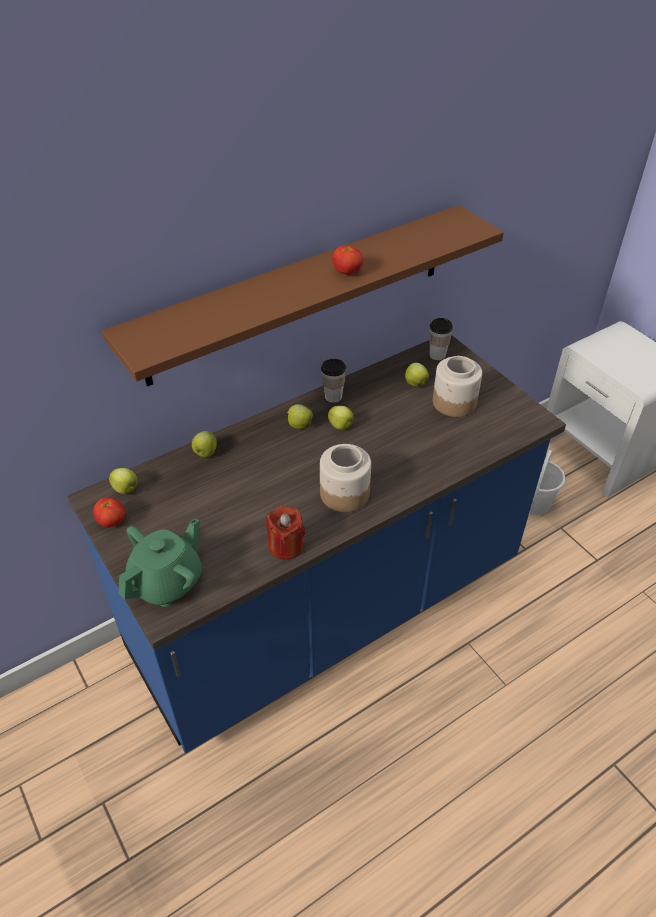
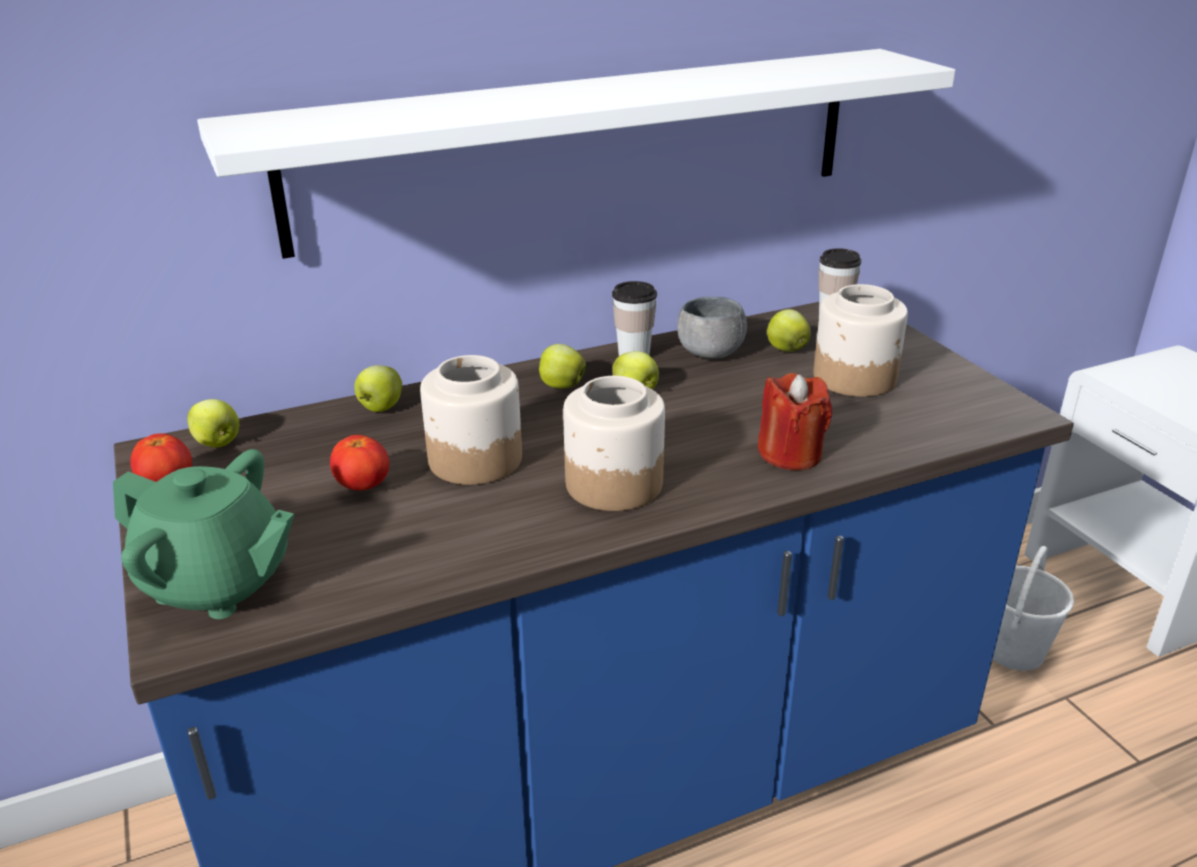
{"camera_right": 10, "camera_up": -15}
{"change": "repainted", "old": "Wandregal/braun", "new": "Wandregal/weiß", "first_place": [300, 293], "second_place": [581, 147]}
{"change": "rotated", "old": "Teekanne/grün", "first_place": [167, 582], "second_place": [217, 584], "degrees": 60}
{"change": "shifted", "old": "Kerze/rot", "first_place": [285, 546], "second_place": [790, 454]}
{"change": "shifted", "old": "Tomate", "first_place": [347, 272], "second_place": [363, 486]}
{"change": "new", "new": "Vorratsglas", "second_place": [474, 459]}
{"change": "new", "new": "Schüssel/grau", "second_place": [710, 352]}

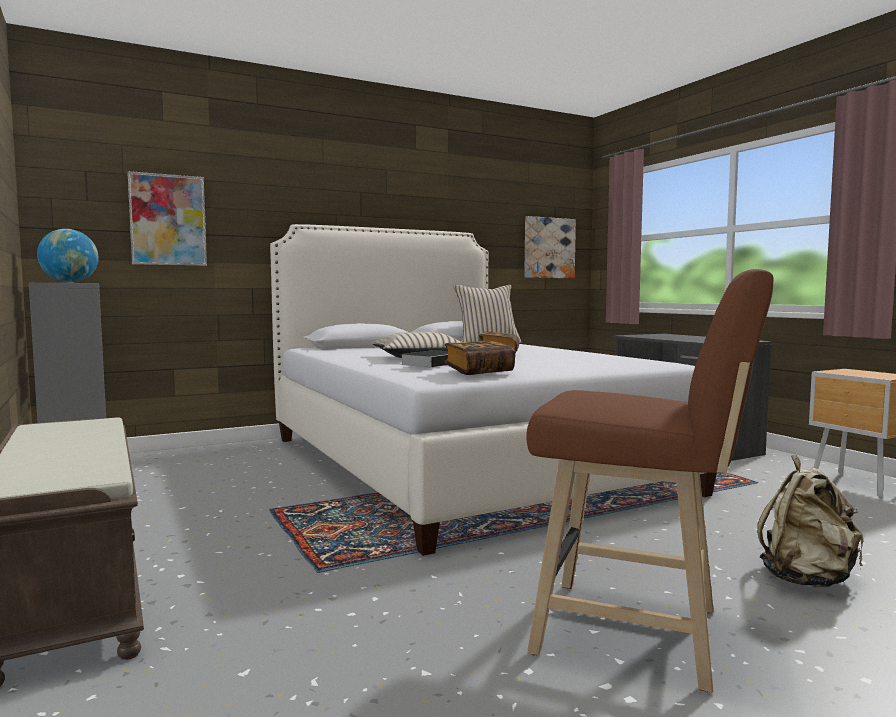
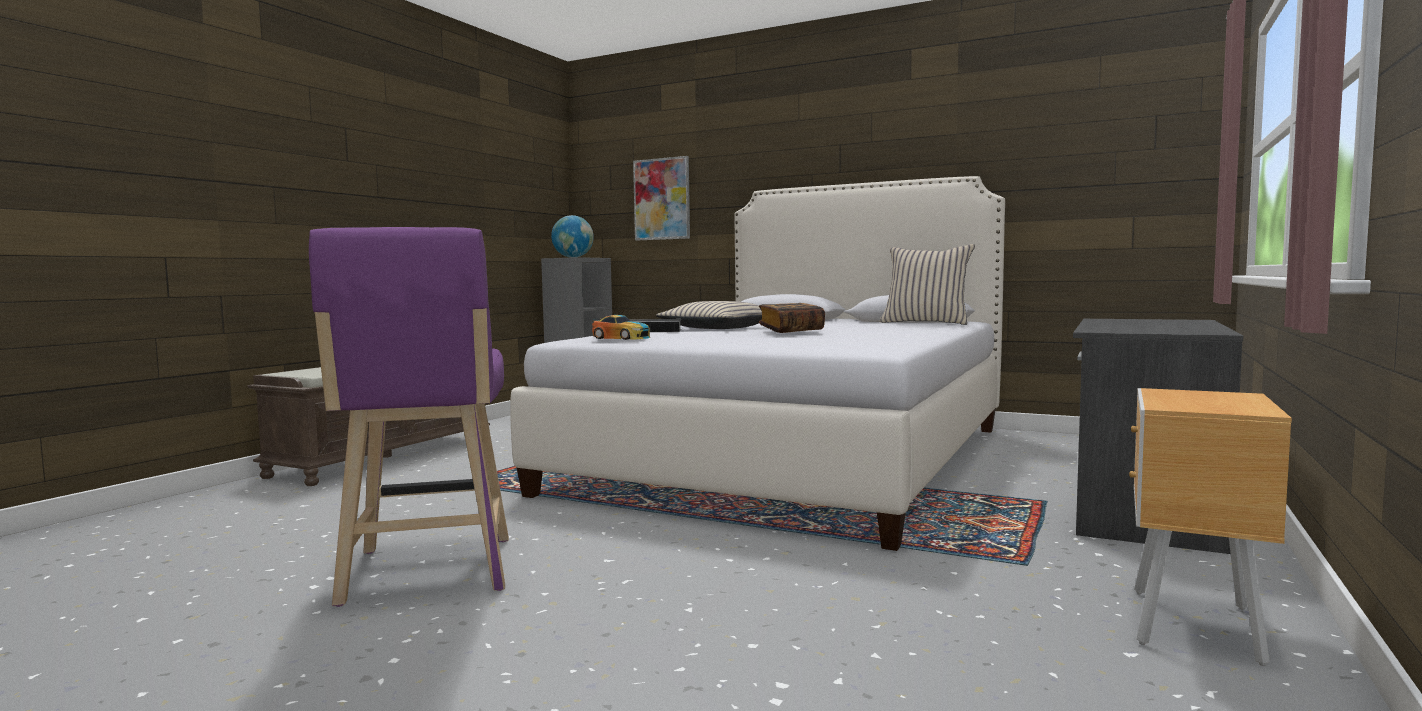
{"camera_right": 55, "camera_up": 0}
{"change": "swapped", "old": "Buch", "new": "Spielzeugauto", "first_place": [479, 372], "second_place": [621, 338]}
{"change": "gone", "old": "Bild", "first_place": [548, 248]}
{"change": "repainted", "old": "Hocker/braun", "new": "Hocker/lila", "first_place": [639, 634], "second_place": [428, 574]}
{"change": "gone", "old": "Rucksack/beige", "first_place": [807, 579]}

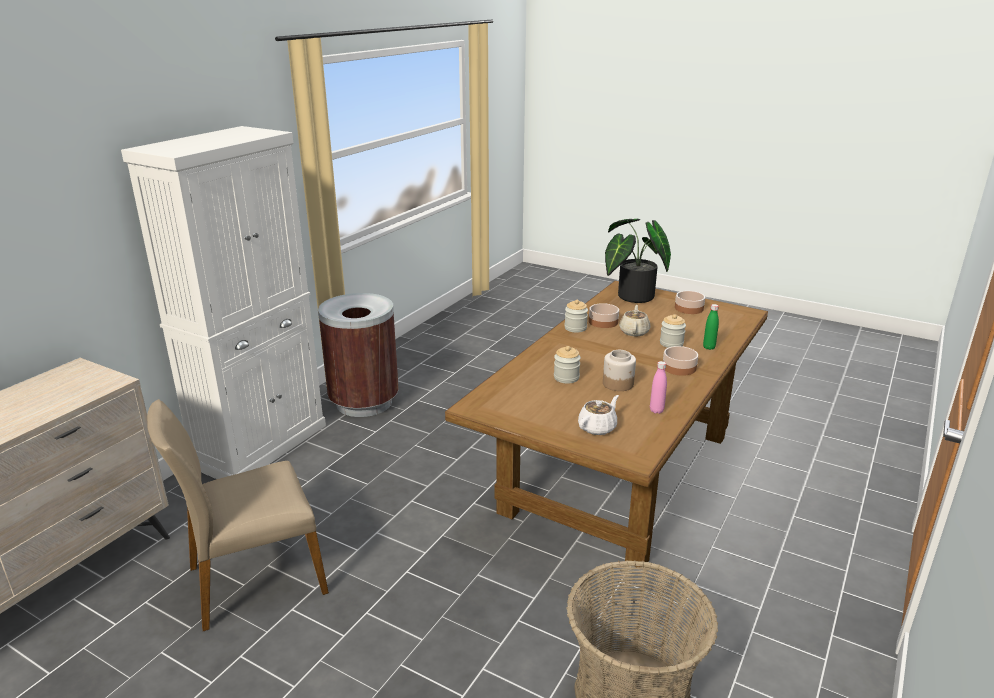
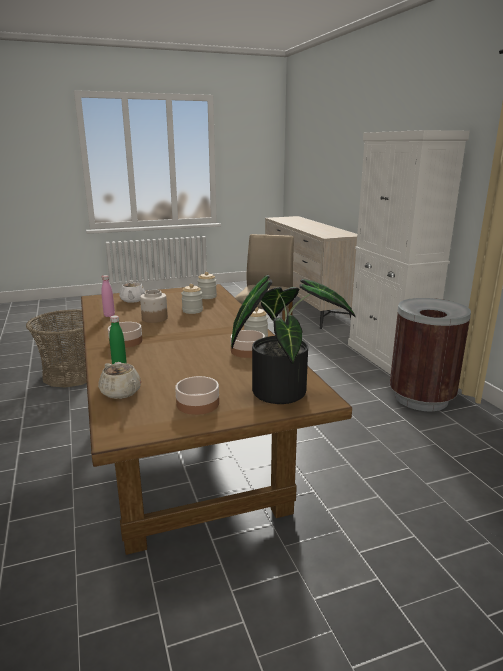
{"camera_right": 130, "camera_up": -5}
{"change": "shifted", "old": "Teekanne/beige", "first_place": [634, 331], "second_place": [121, 393]}
{"change": "shifted", "old": "Vorratsglas", "first_place": [671, 343], "second_place": [207, 296]}

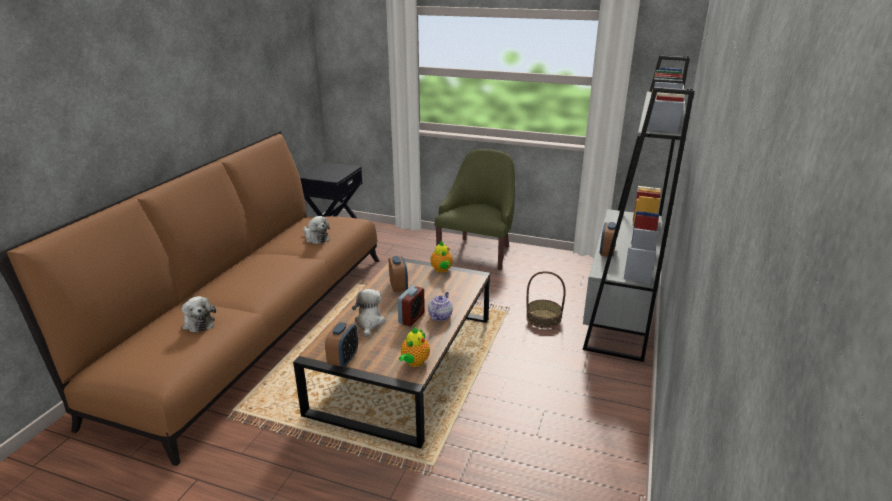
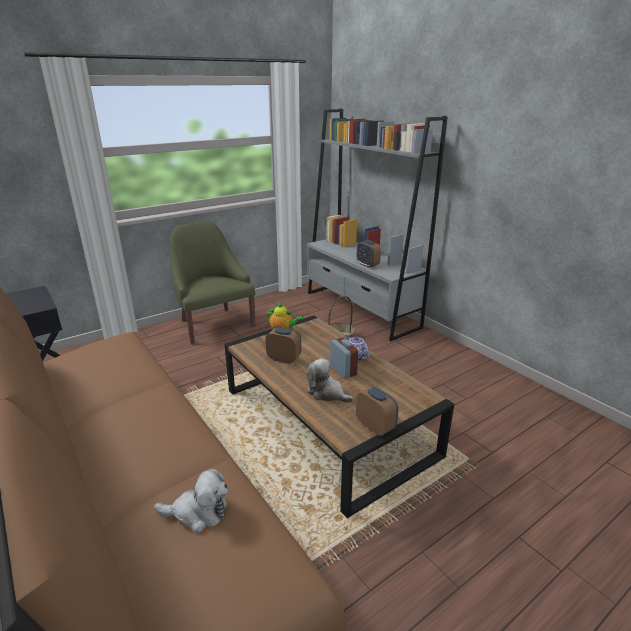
{"camera_right": -55, "camera_up": 0}
{"change": "gone", "old": "Plüschtier", "first_place": [316, 238]}
{"change": "gone", "old": "Teekanne", "first_place": [414, 362]}

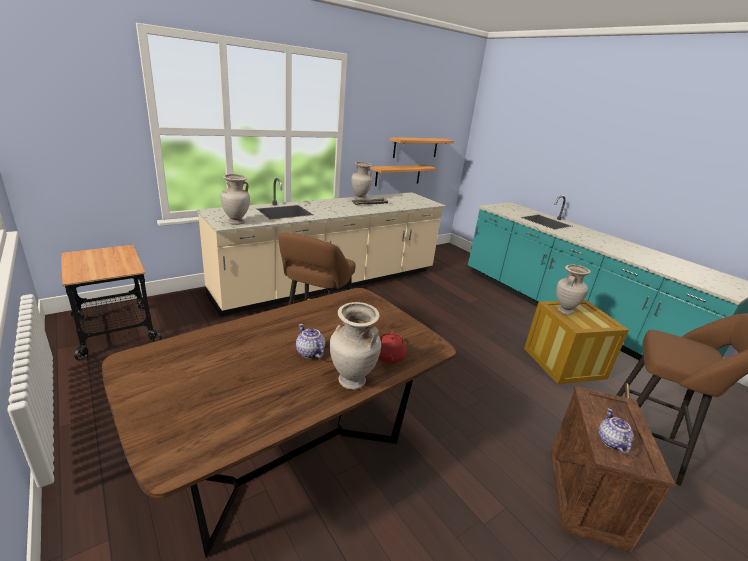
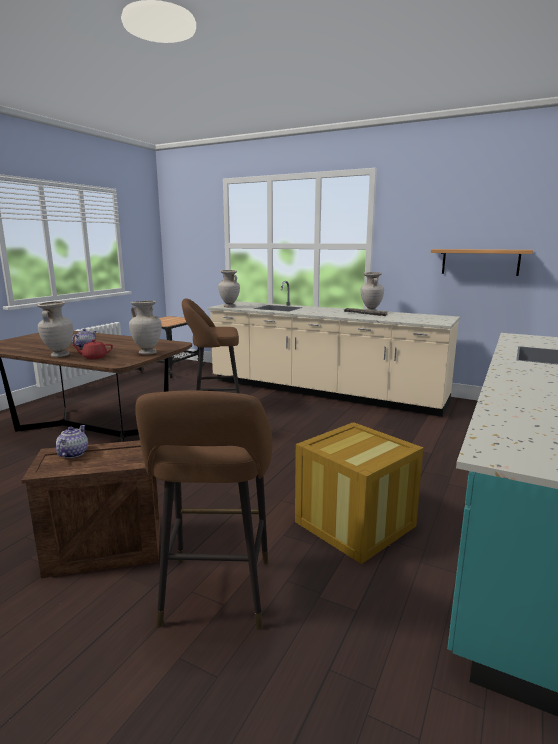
{"camera_right": 65, "camera_up": -10}
{"change": "gone", "old": "Wandregal", "first_place": [398, 175]}
{"change": "shifted", "old": "Vase/beige", "first_place": [564, 311], "second_place": [147, 353]}
{"change": "rotated", "old": "Teekanne", "first_place": [610, 441], "second_place": [73, 453], "degrees": -60}

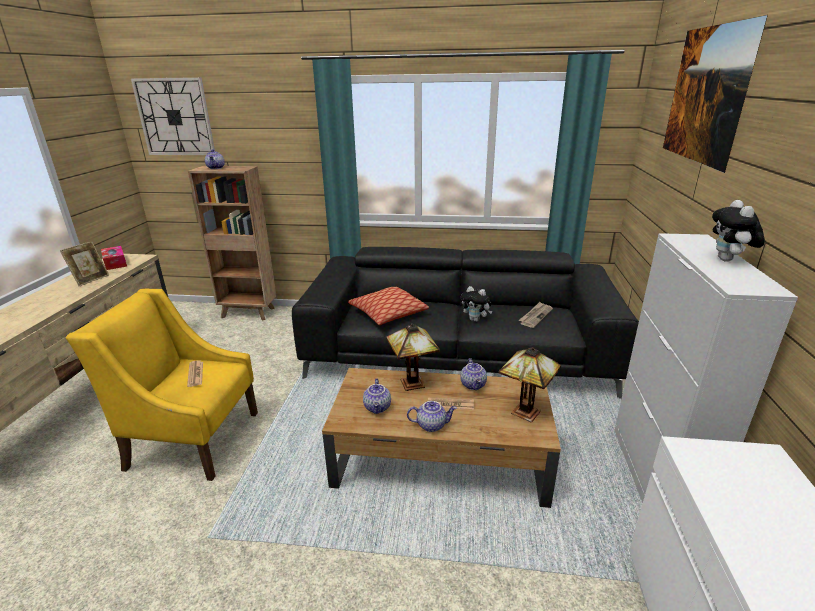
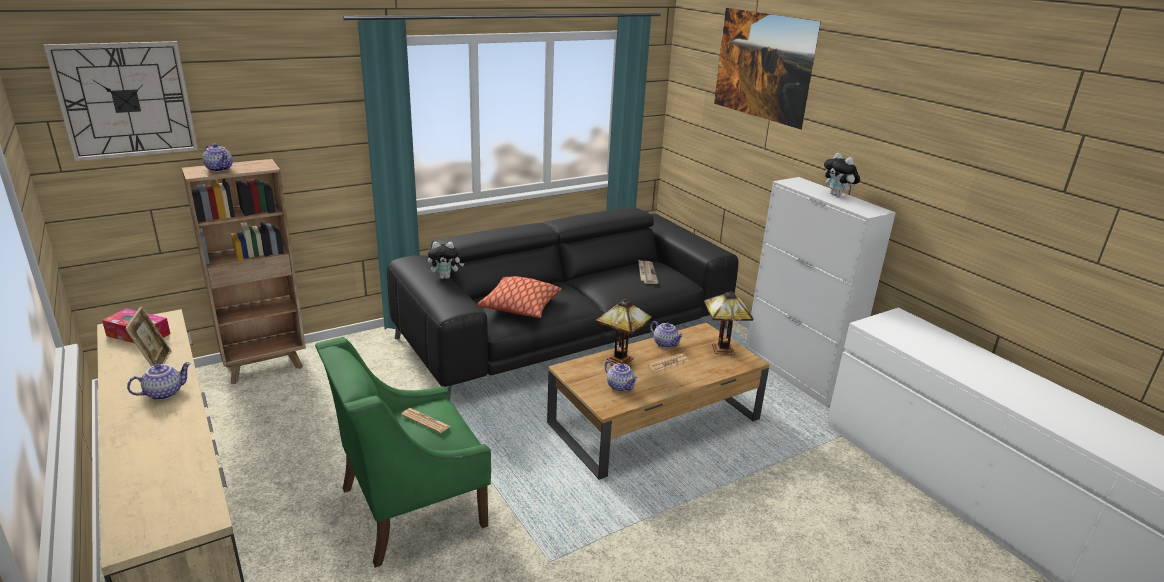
{"camera_right": -40, "camera_up": 0}
{"change": "repainted", "old": "Sessel/gelb", "new": "Sessel/grün", "first_place": [193, 439], "second_place": [411, 507]}
{"change": "shifted", "old": "Teekanne", "first_place": [431, 425], "second_place": [164, 393]}
{"change": "shifted", "old": "Plüschtier", "first_place": [475, 320], "second_place": [445, 277]}

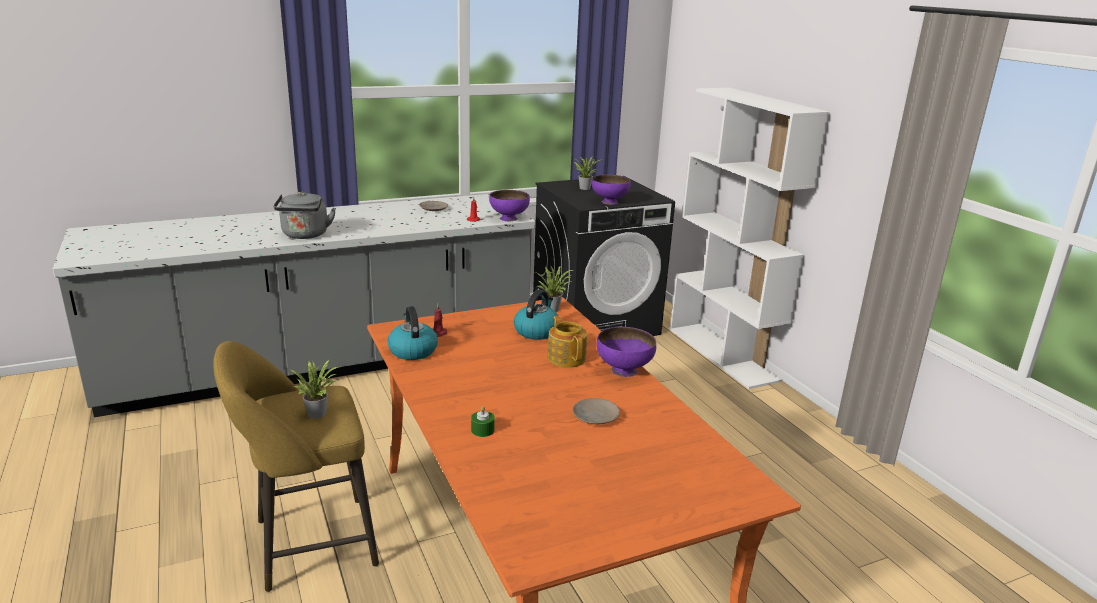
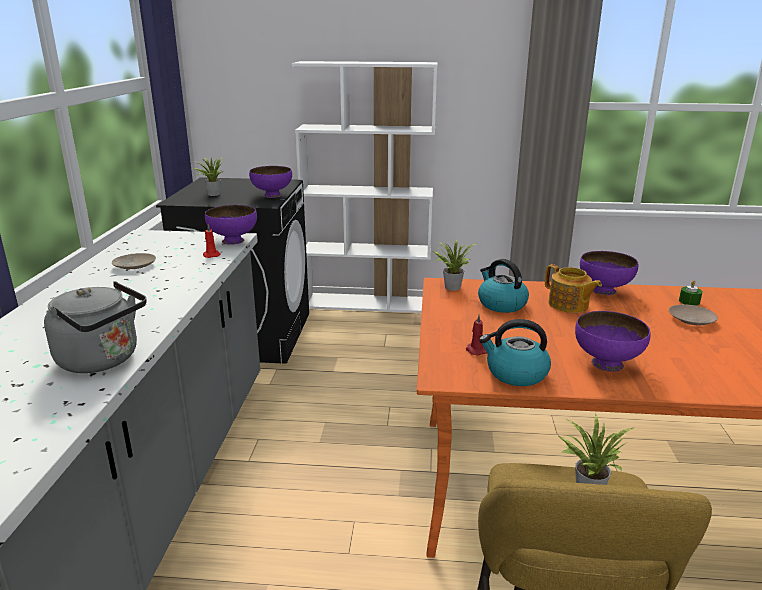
{"camera_right": -60, "camera_up": 0}
{"change": "shifted", "old": "Kerze/grün", "first_place": [482, 430], "second_place": [689, 301]}
{"change": "rotated", "old": "Teekanne", "first_place": [566, 358], "second_place": [568, 305], "degrees": -135}
{"change": "new", "new": "Schüssel/lila", "second_place": [606, 363]}

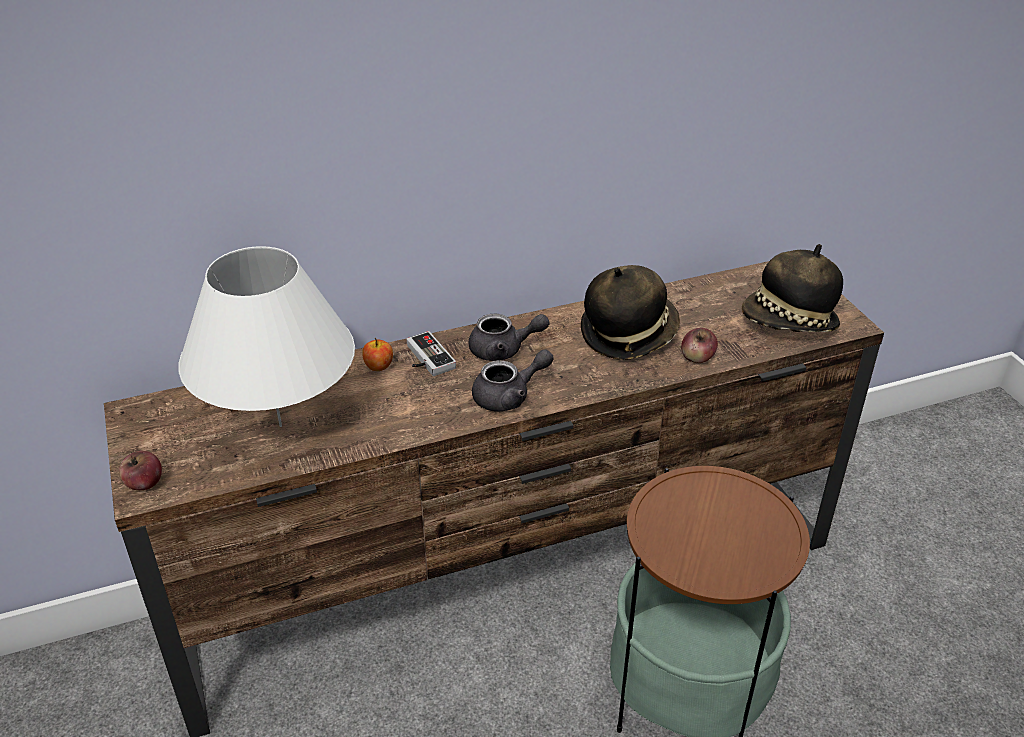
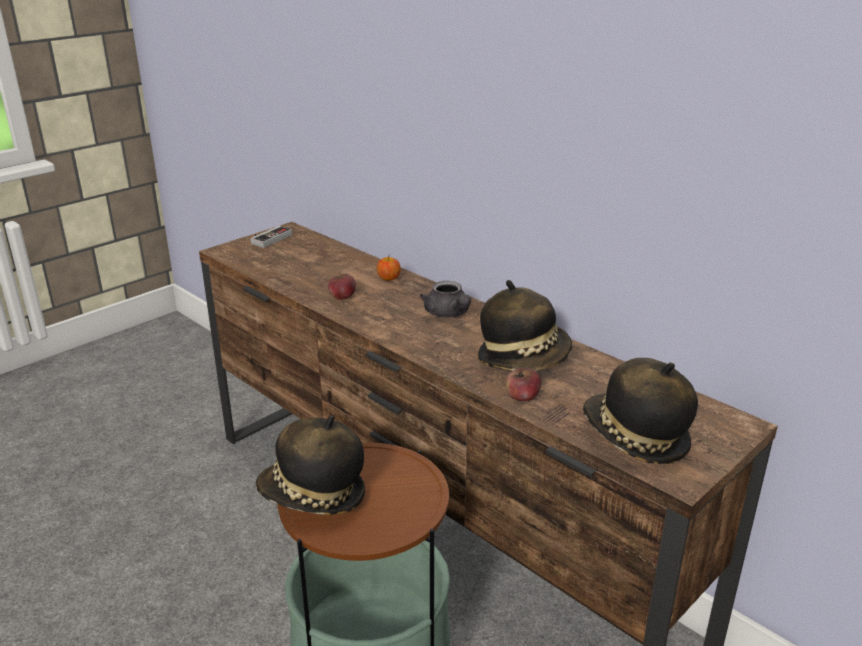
{"camera_right": 65, "camera_up": -10}
{"change": "shifted", "old": "Apfel", "first_place": [144, 484], "second_place": [342, 297]}
{"change": "gone", "old": "Tischlampe/weiß", "first_place": [280, 425]}
{"change": "shifted", "old": "Gamepad", "first_place": [425, 359], "second_place": [268, 238]}
{"change": "gone", "old": "Teekanne/grau", "first_place": [509, 396]}
{"change": "new", "new": "Hut", "second_place": [313, 496]}

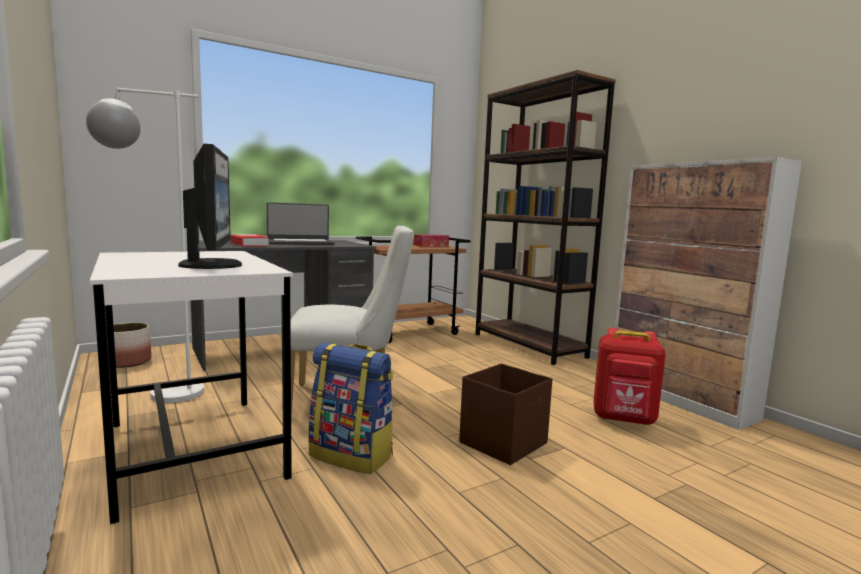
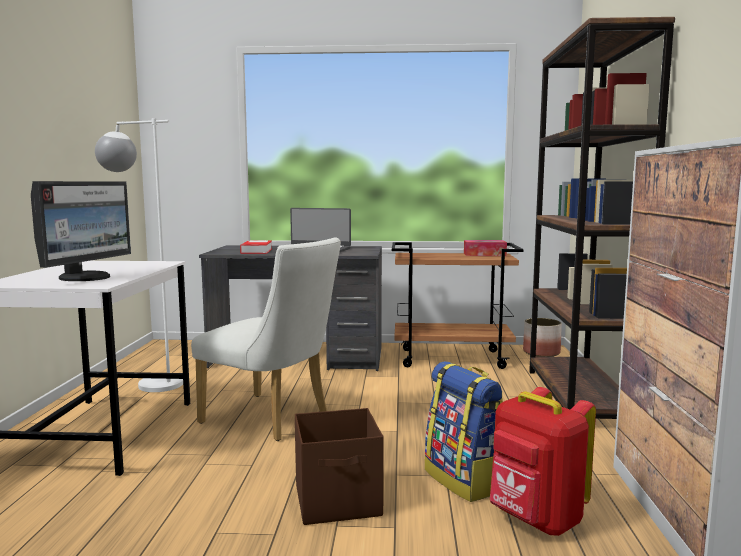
{"camera_right": 35, "camera_up": 0}
{"change": "shifted", "old": "Pflanzkübel", "first_place": [127, 362], "second_place": [541, 352]}
{"change": "shifted", "old": "Rucksack", "first_place": [352, 455], "second_place": [465, 480]}

